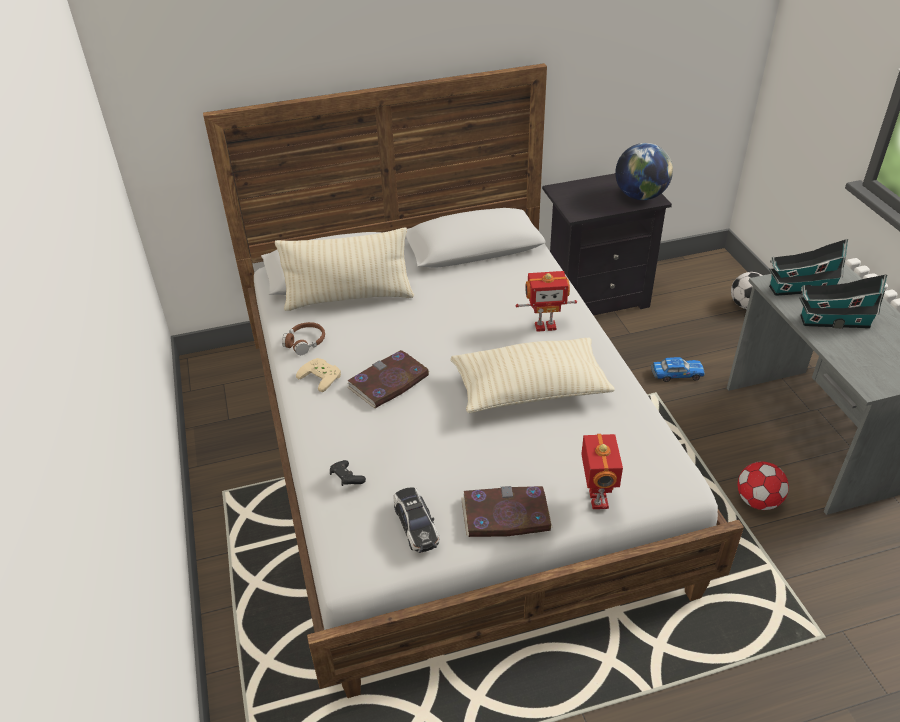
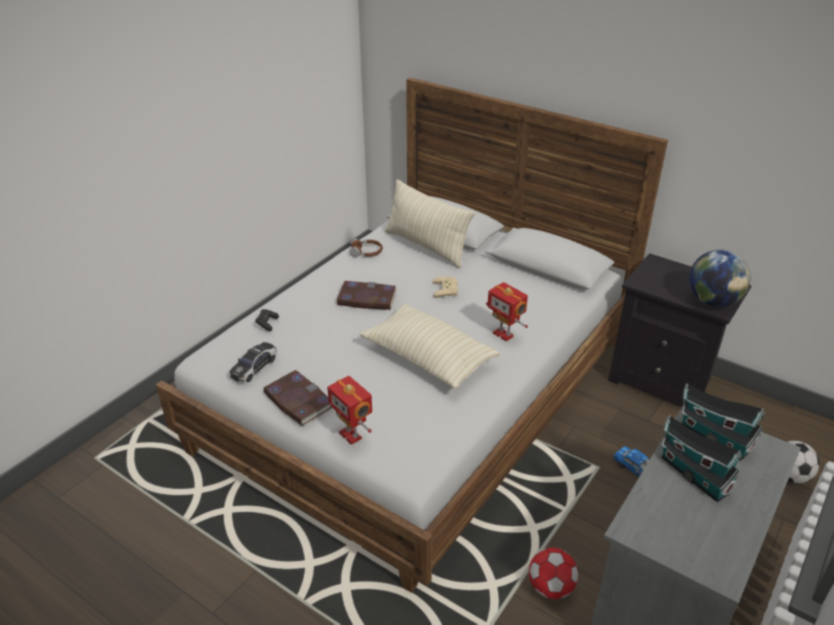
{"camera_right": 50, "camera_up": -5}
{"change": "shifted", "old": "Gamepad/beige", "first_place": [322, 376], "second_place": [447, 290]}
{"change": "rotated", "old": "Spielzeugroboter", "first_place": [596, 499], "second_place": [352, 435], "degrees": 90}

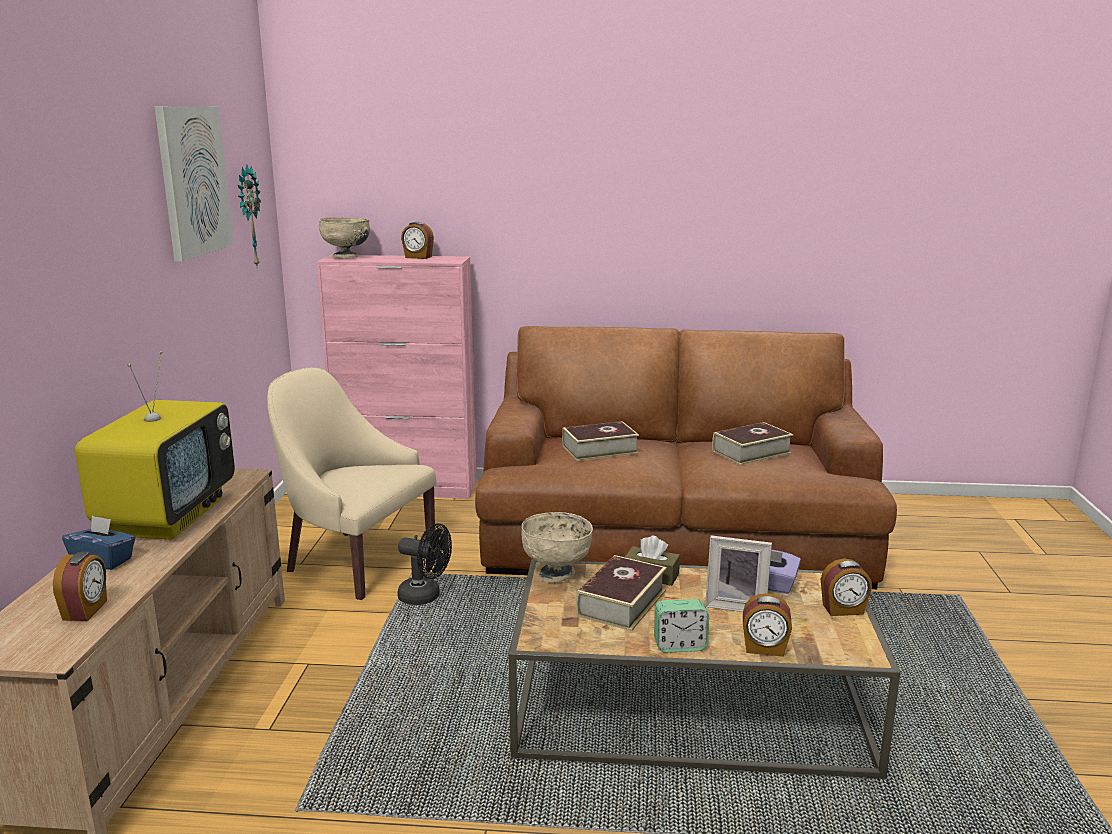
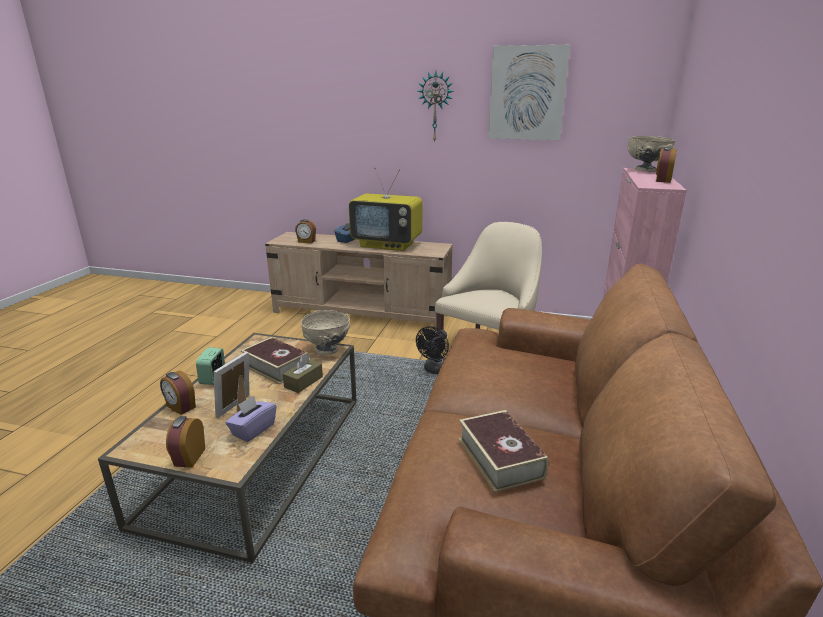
{"camera_right": 100, "camera_up": 5}
{"change": "shifted", "old": "Wanduhr", "first_place": [247, 217], "second_place": [435, 107]}
{"change": "gone", "old": "Buch", "first_place": [599, 450]}
{"change": "rotated", "old": "Wecker", "first_place": [764, 648], "second_place": [180, 407], "degrees": -75}

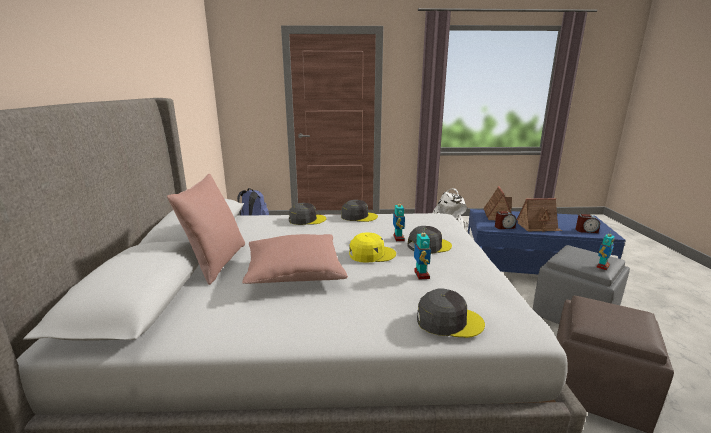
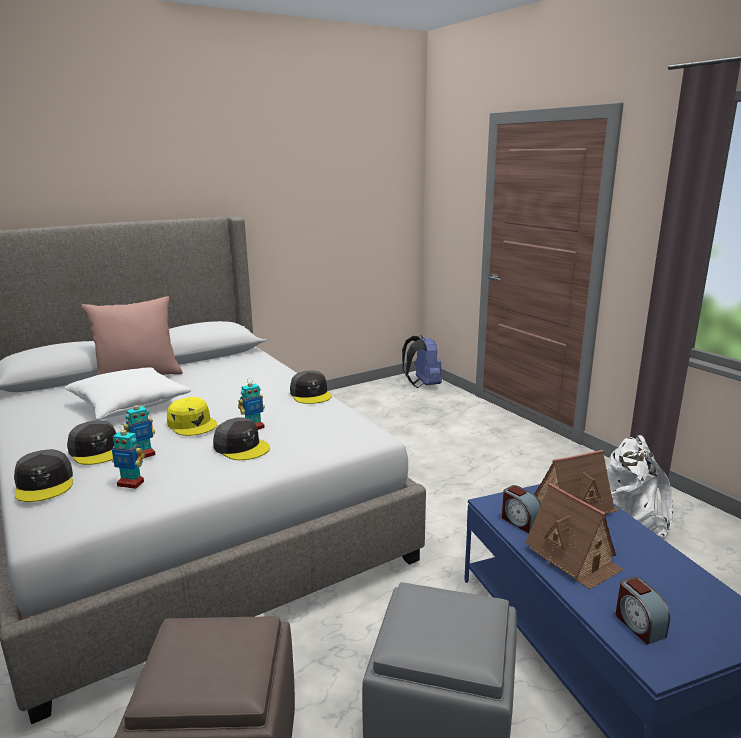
{"camera_right": 60, "camera_up": 0}
{"change": "repainted", "old": "Kissen/rosa", "new": "Kissen/weiß", "first_place": [294, 272], "second_place": [129, 405]}
{"change": "shifted", "old": "Kappe/grau", "first_place": [306, 219], "second_place": [97, 450]}
{"change": "shifted", "old": "Spielzeugroboter", "first_place": [602, 266], "second_place": [131, 483]}

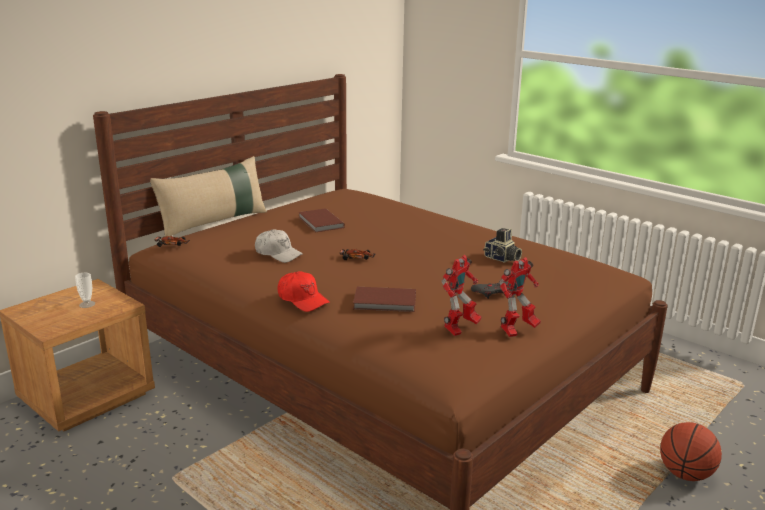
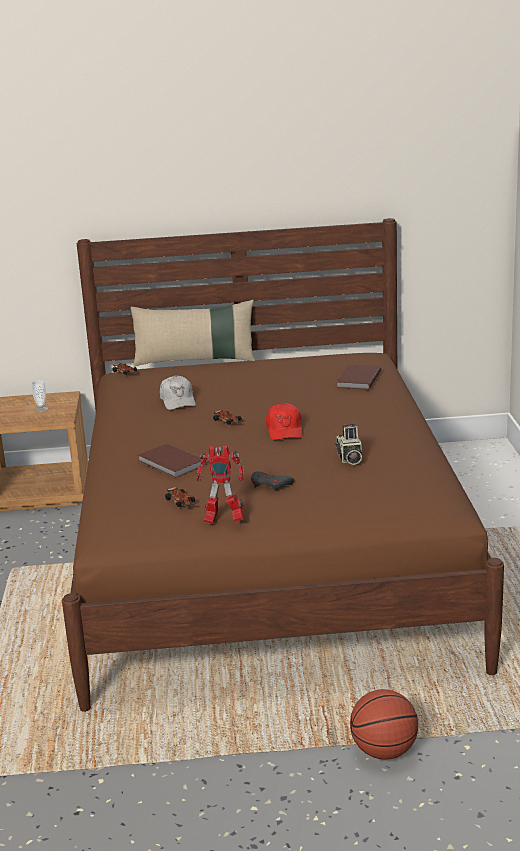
{"camera_right": 45, "camera_up": 0}
{"change": "shifted", "old": "Kappe/rot", "first_place": [302, 299], "second_place": [285, 430]}
{"change": "shifted", "old": "Buch/braun", "first_place": [320, 223], "second_place": [357, 379]}
{"change": "swapped", "old": "Spielzeugroboter", "new": "Spielzeugauto", "first_place": [460, 329], "second_place": [180, 502]}

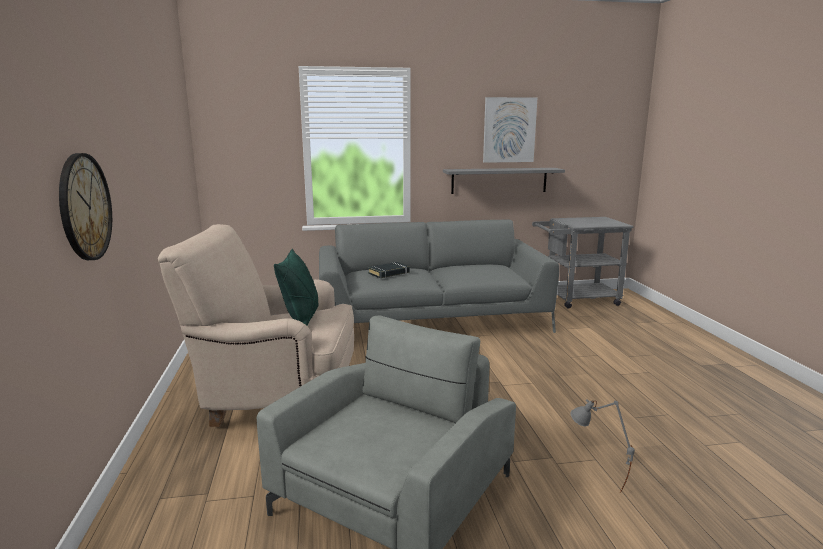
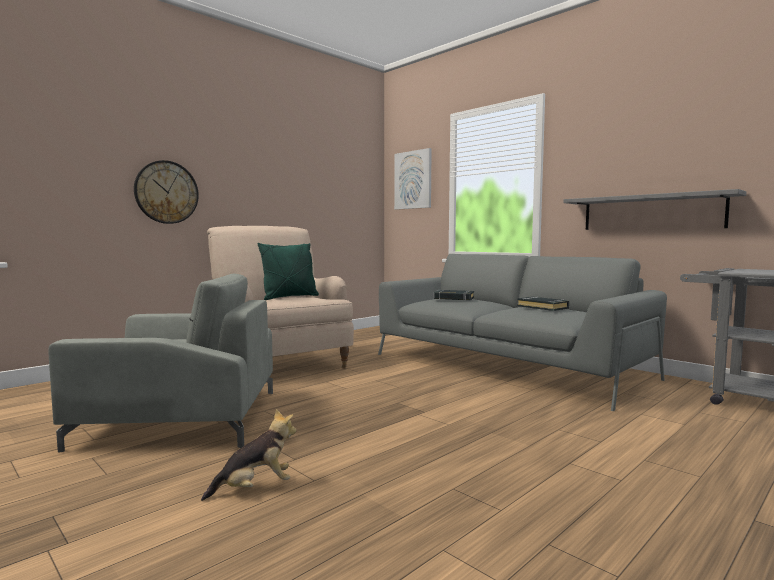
{"camera_right": 55, "camera_up": -10}
{"change": "shifted", "old": "Bild", "first_place": [509, 130], "second_place": [413, 180]}
{"change": "swapped", "old": "Tischlampe/grau", "new": "Plüschtier", "first_place": [595, 486], "second_place": [255, 488]}
{"change": "new", "new": "Buch/schwarz", "second_place": [543, 307]}

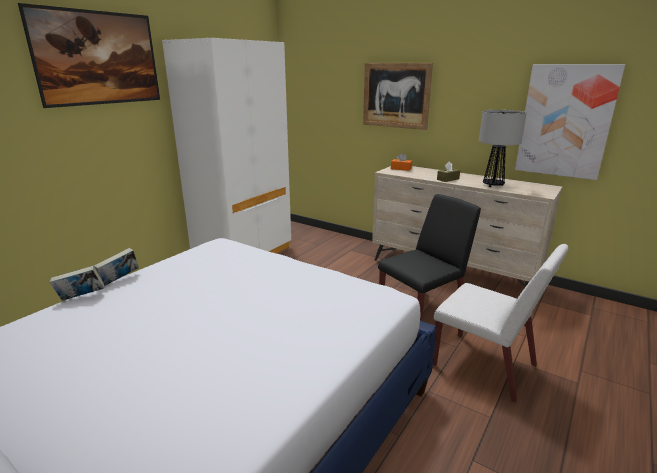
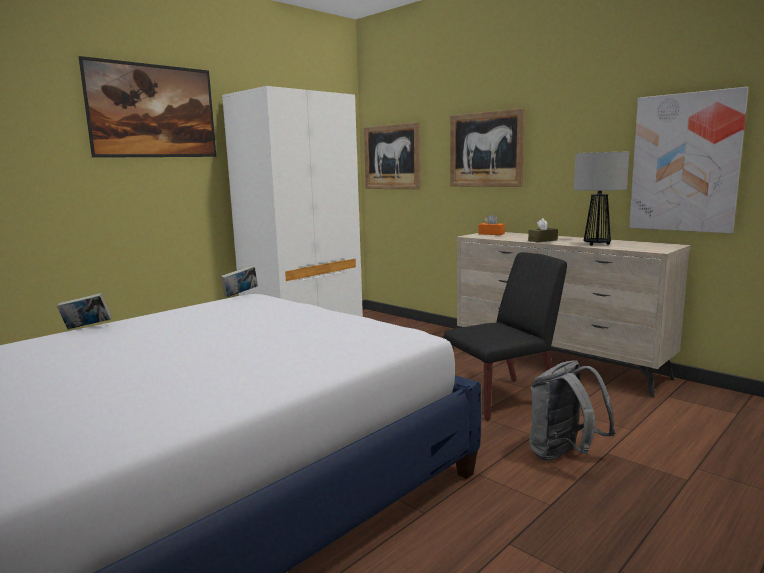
{"camera_right": 10, "camera_up": -10}
{"change": "shifted", "old": "Buch", "first_place": [120, 280], "second_place": [240, 294]}
{"change": "swapped", "old": "Stuhl/weiß", "new": "Rucksack/grau", "first_place": [485, 366], "second_place": [564, 456]}
{"change": "new", "new": "Bild", "second_place": [392, 157]}

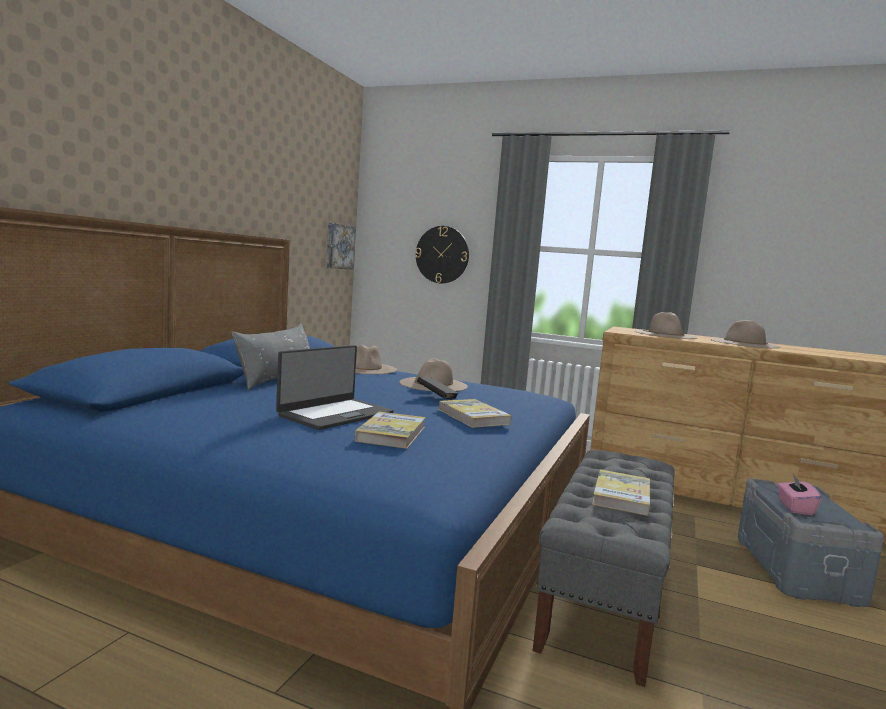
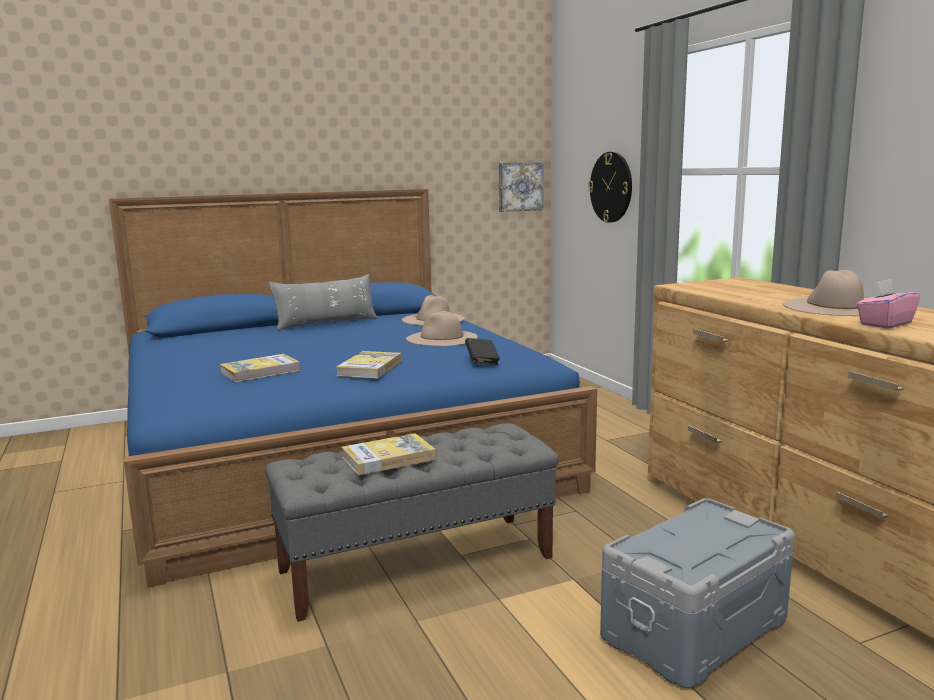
{"camera_right": 45, "camera_up": 5}
{"change": "gone", "old": "Laptop", "first_place": [335, 414]}
{"change": "shifted", "old": "Buch/schwarz", "first_place": [436, 397], "second_place": [482, 361]}
{"change": "gone", "old": "Hut/beige", "first_place": [665, 334]}
{"change": "shifted", "old": "Taschentuchbox/rosa", "first_place": [794, 508], "second_place": [885, 324]}

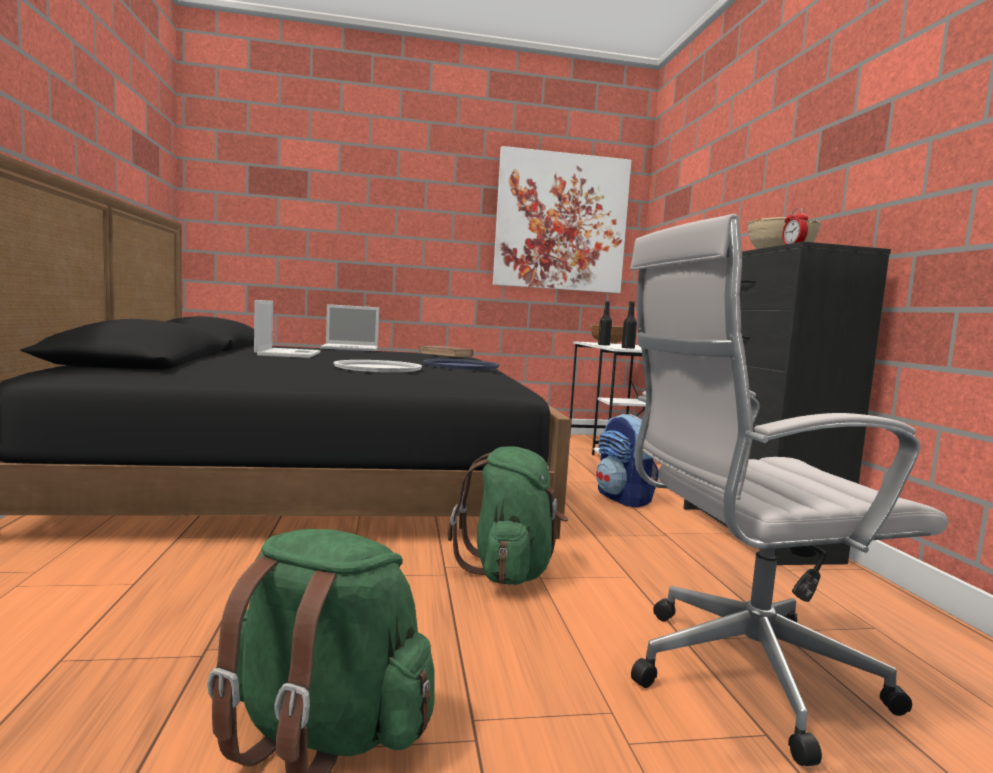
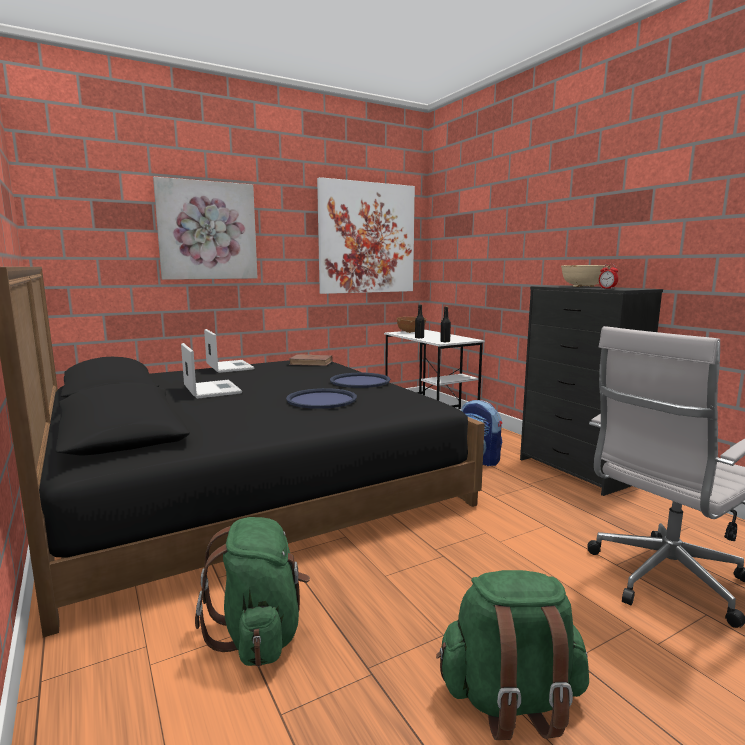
{"camera_right": -20, "camera_up": 5}
{"change": "rotated", "old": "Laptop", "first_place": [351, 348], "second_place": [229, 367], "degrees": -90}
{"change": "repainted", "old": "Tablett/weiß", "new": "Tablett/blau", "first_place": [378, 368], "second_place": [322, 399]}
{"change": "shifted", "old": "Rucksack/grün", "first_place": [510, 570], "second_place": [260, 634]}
{"change": "new", "new": "Bild", "second_place": [207, 231]}

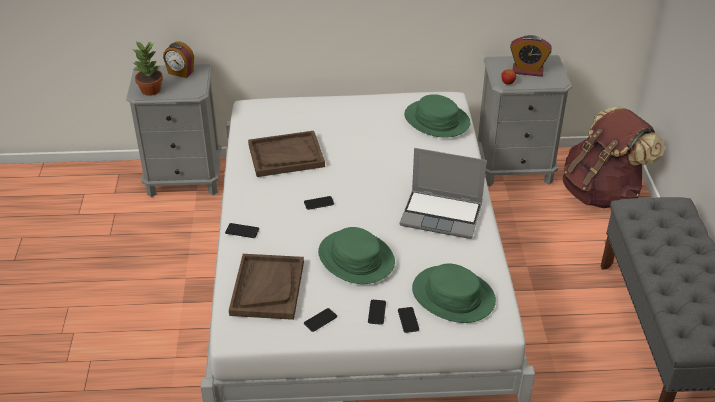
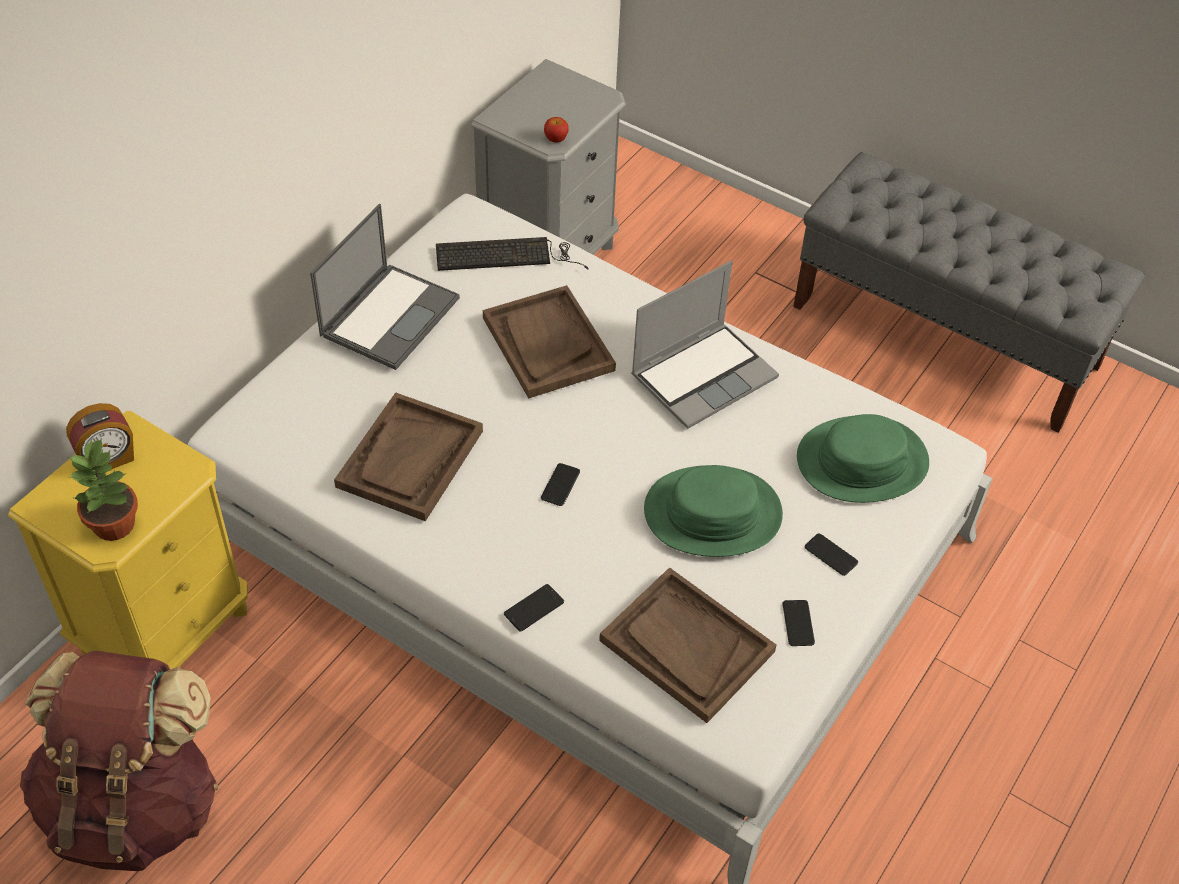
{"camera_right": -55, "camera_up": 10}
{"change": "repainted", "old": "Nachttisch/grau", "new": "Nachttisch/gelb", "first_place": [184, 179], "second_place": [165, 629]}
{"change": "gone", "old": "Handy", "first_place": [408, 320]}
{"change": "swapped", "old": "Hut/grün", "new": "Tastatur", "first_place": [436, 120], "second_place": [507, 255]}
{"change": "gone", "old": "Wecker", "first_place": [527, 71]}
{"change": "shifted", "old": "Rucksack/braun", "first_place": [601, 193], "second_place": [135, 804]}
{"change": "new", "new": "Laptop", "second_place": [390, 315]}
{"change": "new", "new": "Tablett/braun", "second_place": [547, 344]}

